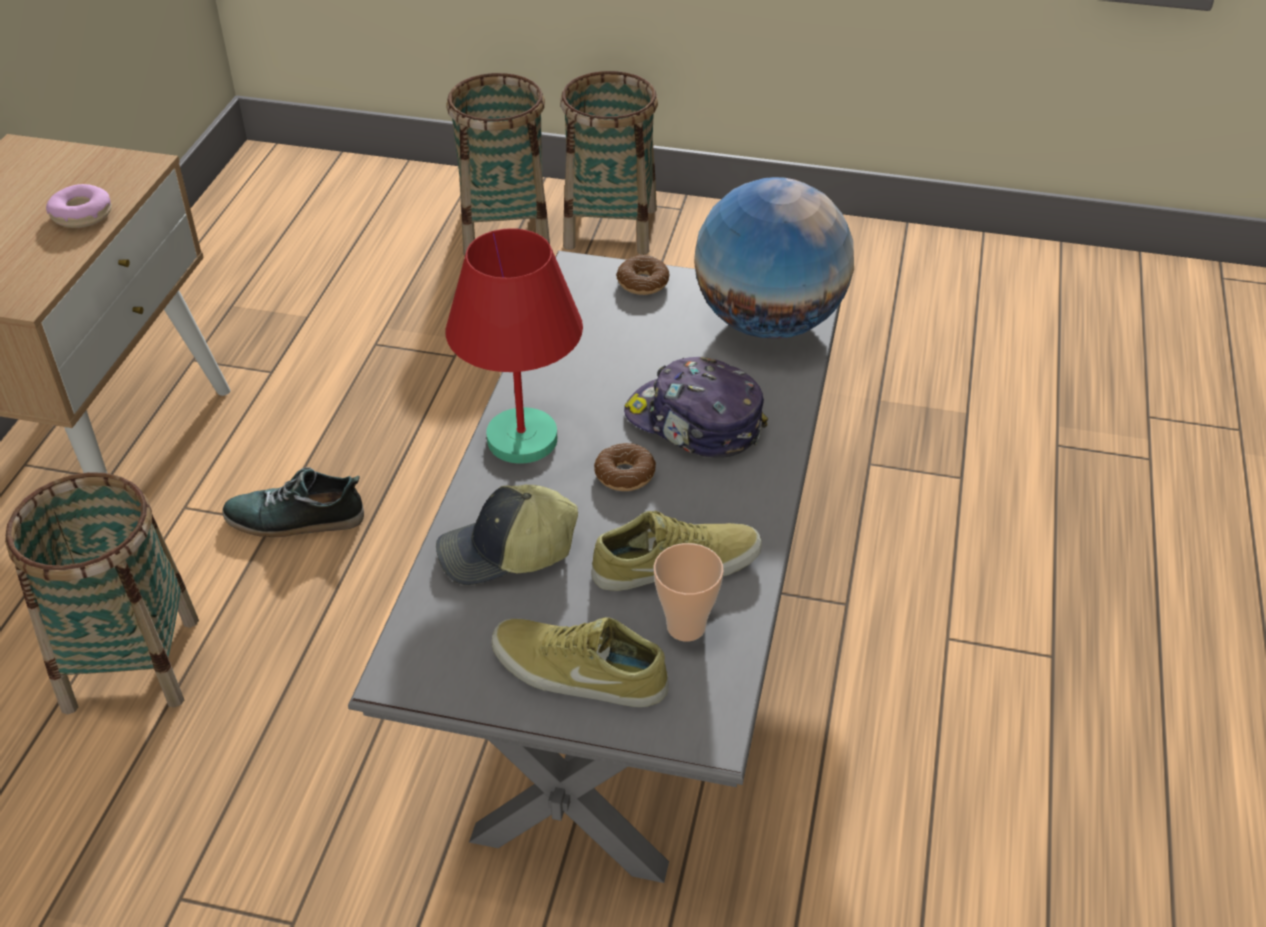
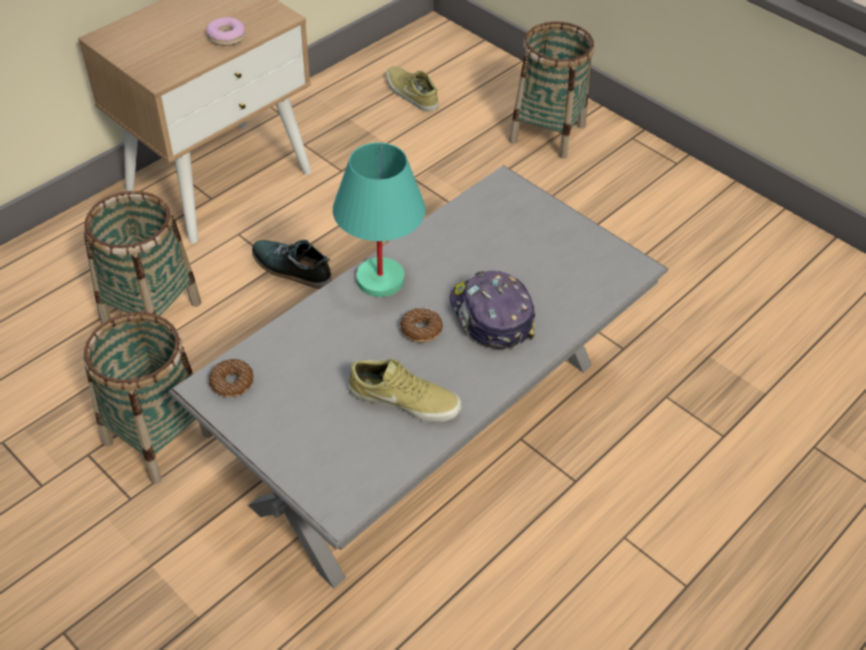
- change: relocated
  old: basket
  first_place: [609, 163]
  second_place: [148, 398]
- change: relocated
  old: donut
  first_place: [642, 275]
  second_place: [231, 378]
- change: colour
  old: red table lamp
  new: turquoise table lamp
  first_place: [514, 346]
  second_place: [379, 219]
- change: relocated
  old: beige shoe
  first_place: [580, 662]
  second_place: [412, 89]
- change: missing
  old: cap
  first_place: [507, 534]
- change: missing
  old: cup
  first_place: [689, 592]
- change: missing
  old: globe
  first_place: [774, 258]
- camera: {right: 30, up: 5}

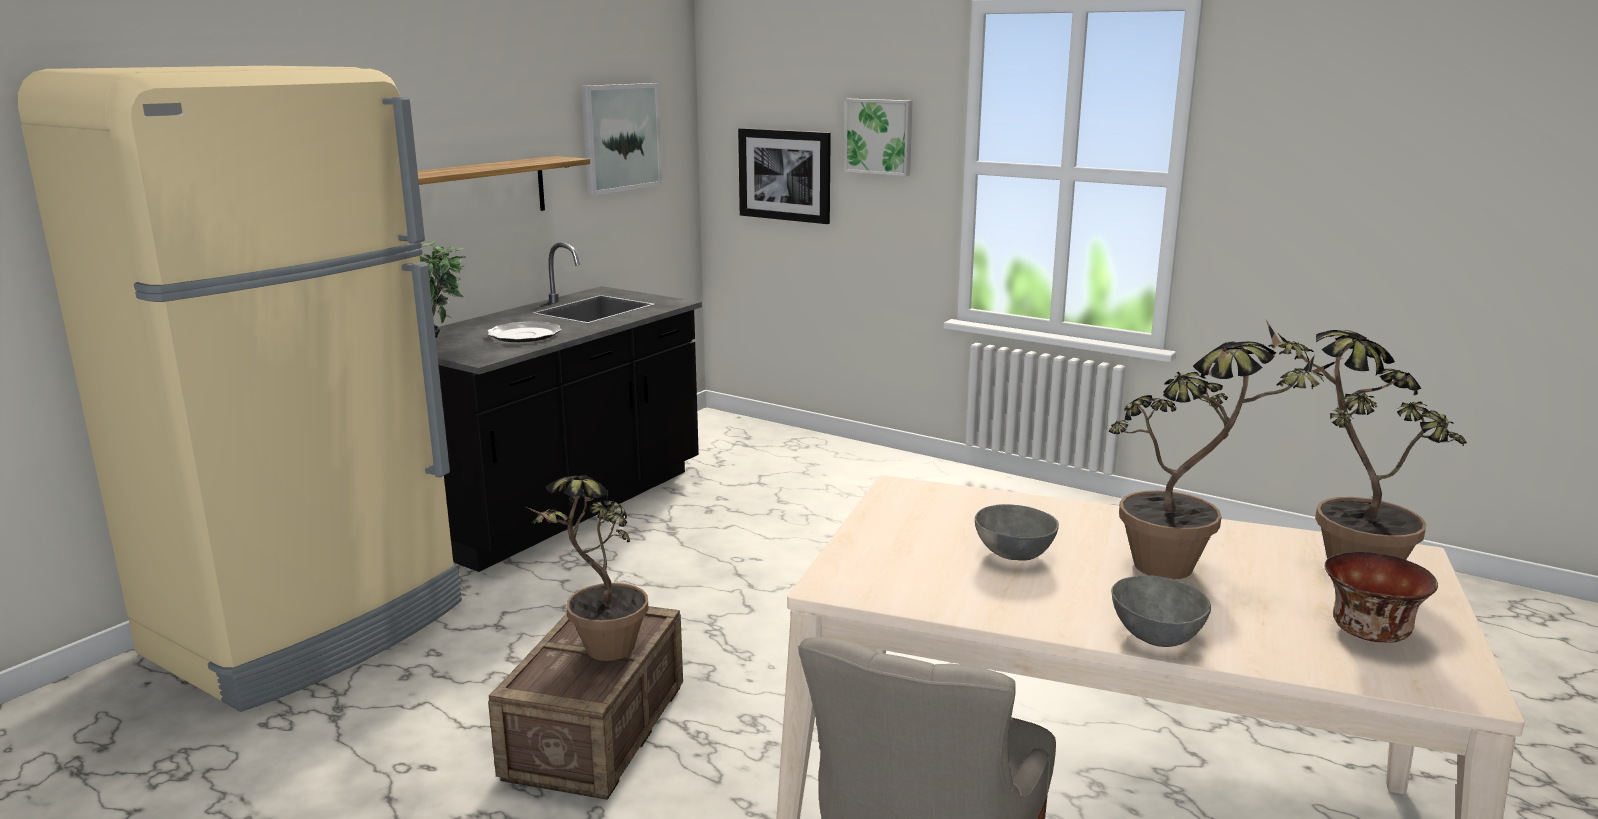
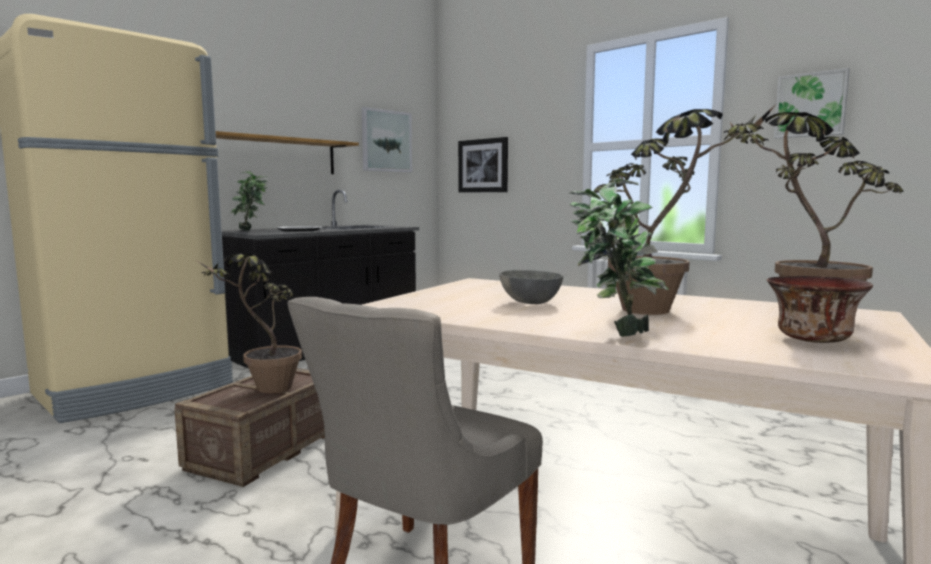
- change: exchanged
  old: grey bowl
  new: potted plant
  first_place: [1161, 611]
  second_place: [618, 257]
- change: relocated
  old: picture
  first_place: [878, 137]
  second_place: [812, 103]
- camera: {right: 10, up: -10}

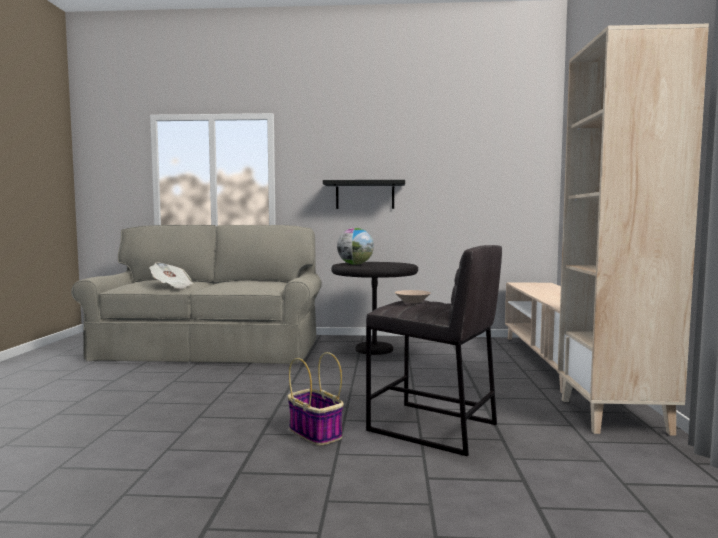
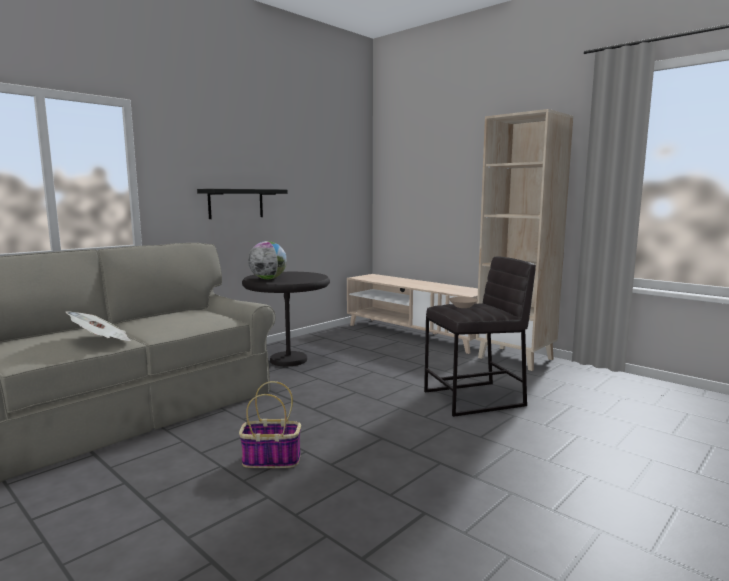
- change: relocated
  old: basket
  first_place: [316, 399]
  second_place: [270, 424]
- camera: {right: -50, up: 5}

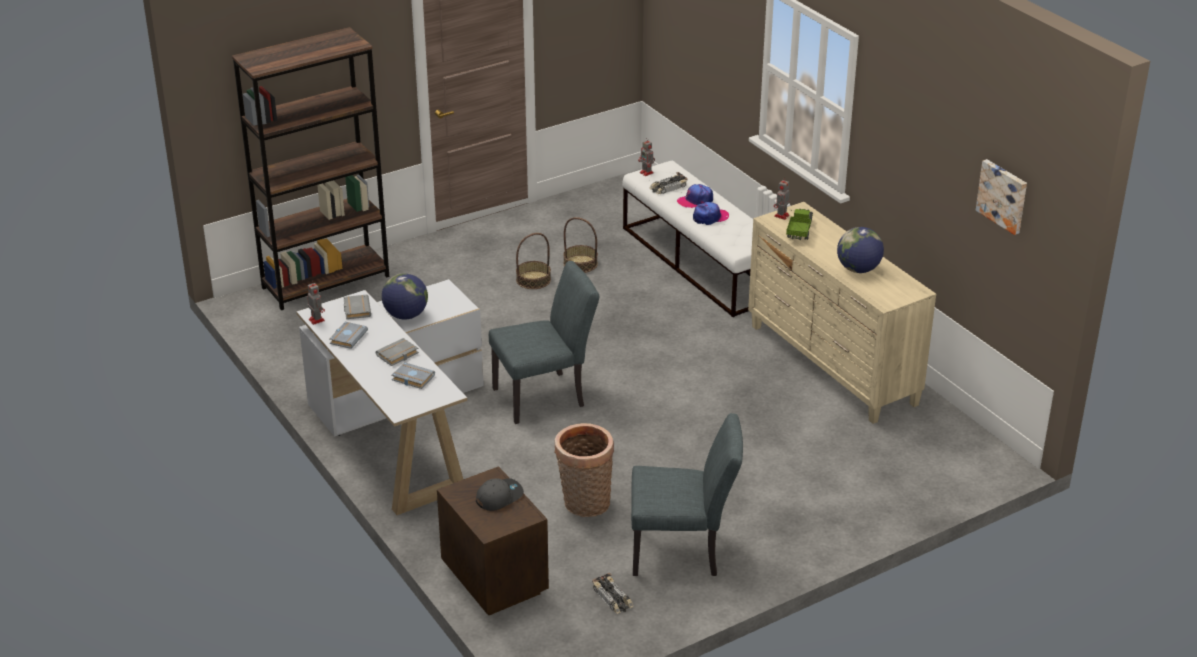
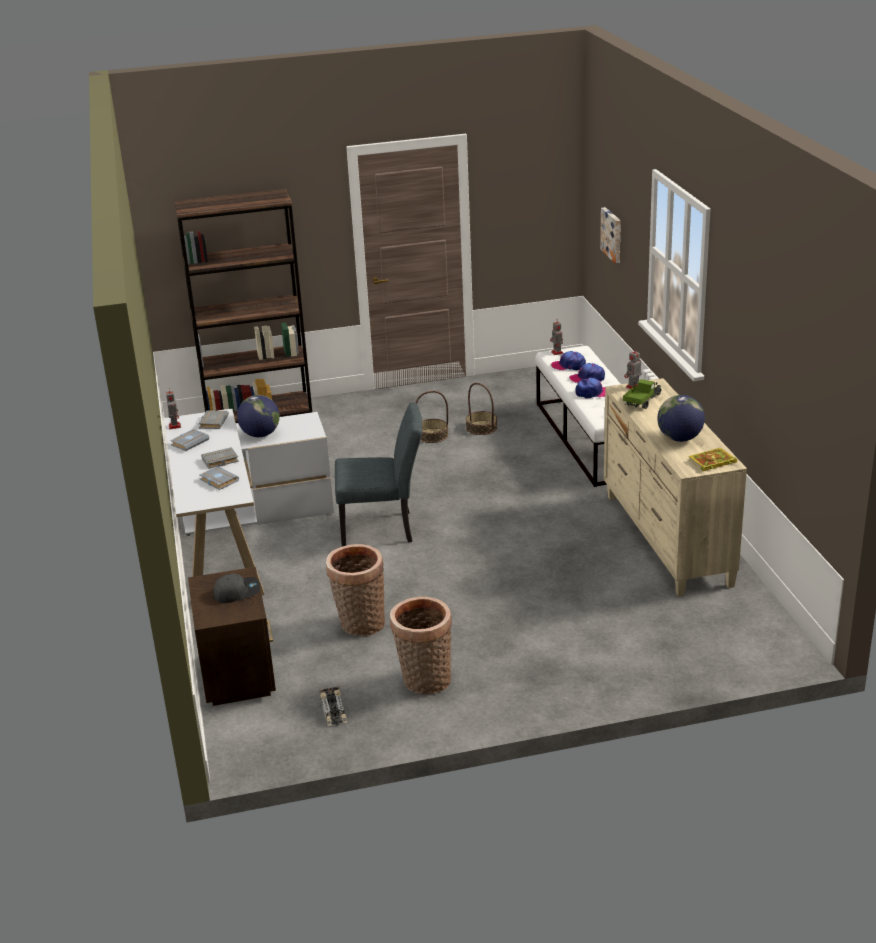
- change: exchanged
  old: grey chair
  new: basket
  first_place: [687, 494]
  second_place: [421, 646]
- change: exchanged
  old: toy car
  new: cap
  first_place: [669, 183]
  second_place: [568, 361]
- change: relocated
  old: picture
  first_place: [1001, 197]
  second_place: [610, 235]
- change: appeared
  new: book
  second_place: [712, 459]
- camera: {right: 20, up: -5}

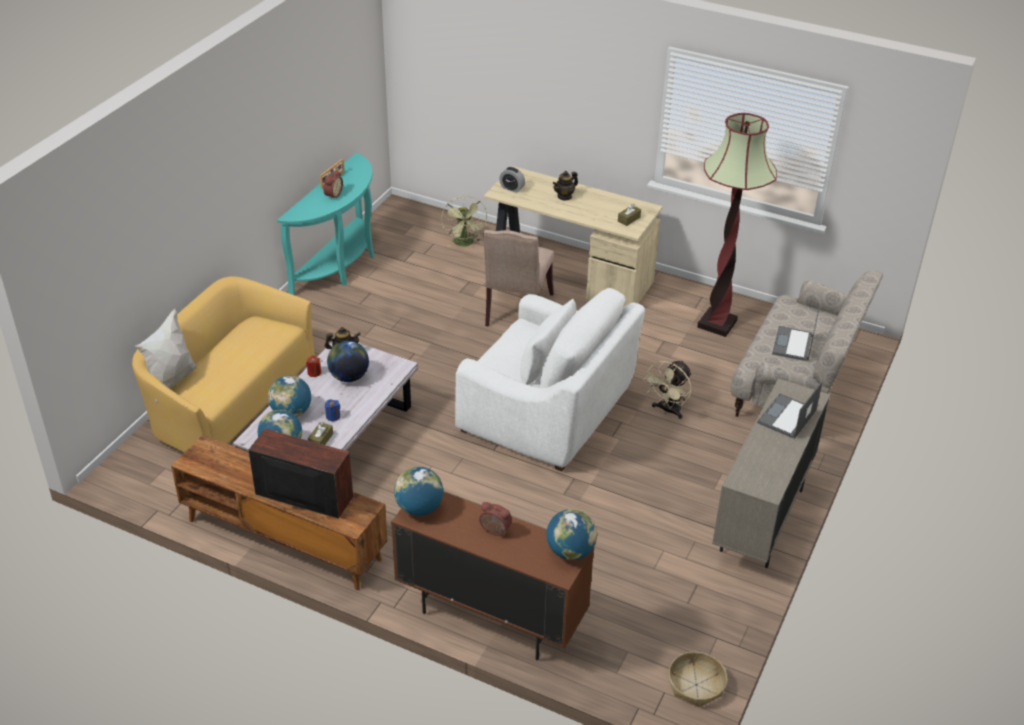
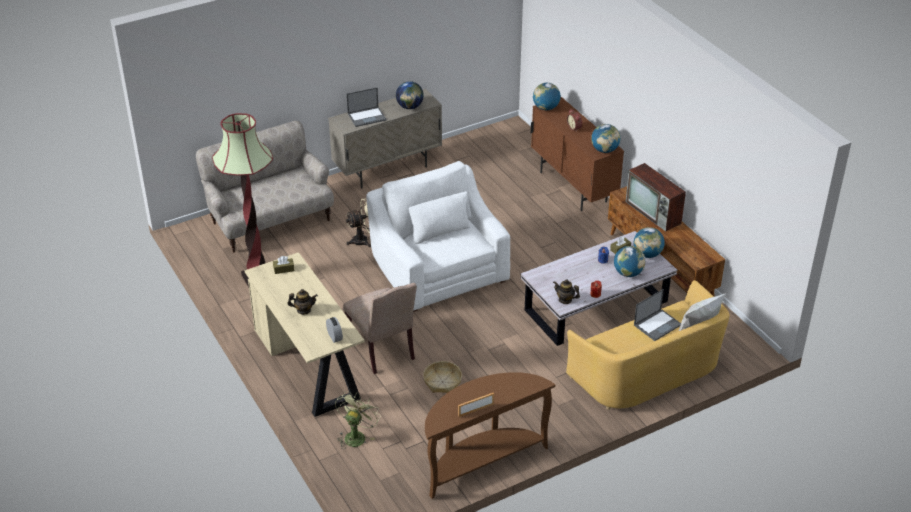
- change: spun
  old: beige chair
  first_place: [518, 278]
  second_place: [380, 328]
  degrees: 105
- change: relocated
  old: globe
  first_place: [348, 361]
  second_place: [410, 95]
- change: relocated
  old: basket
  first_place: [698, 679]
  second_place: [442, 377]
- change: colour
  old: turquoise console table
  new: brown console table
  first_place: [325, 224]
  second_place: [490, 435]
- change: relocated
  old: laptop
  first_place: [796, 334]
  second_place: [657, 315]
- change: missing
  old: alarm clock
  first_place: [333, 184]
- camera: {right: -145, up: 0}

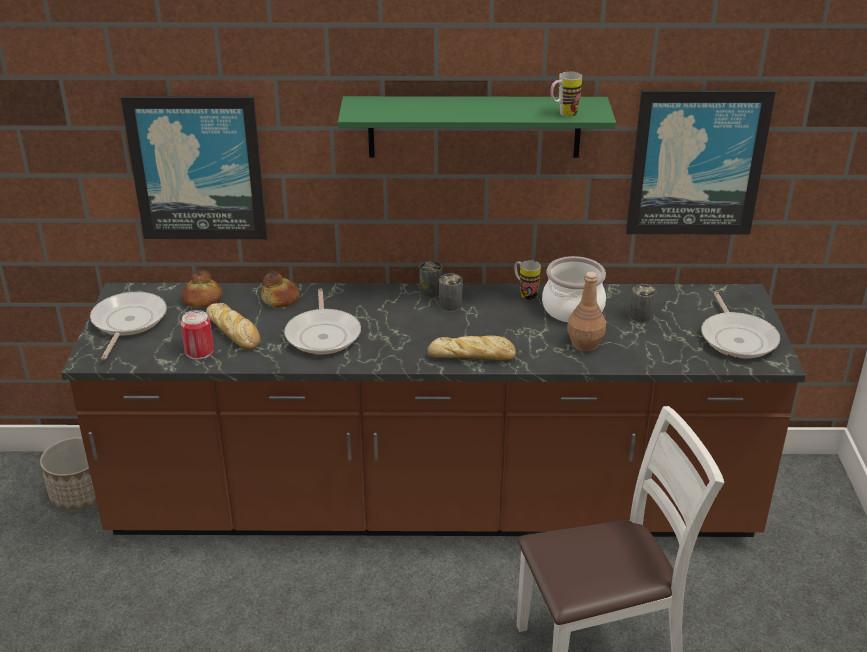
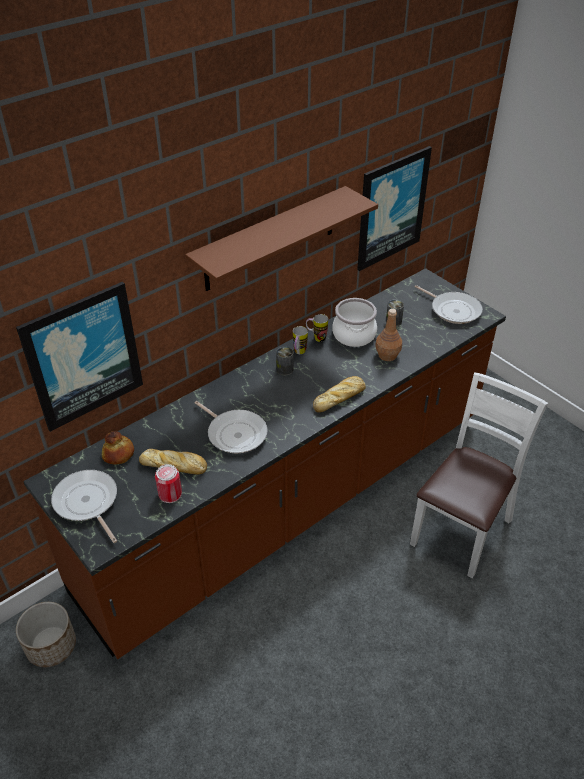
- change: colour
  old: green shelf
  new: brown shelf
  first_place: [477, 127]
  second_place: [281, 238]
- change: relocated
  old: mug
  first_place: [566, 94]
  second_place: [300, 340]
- change: missing
  old: bread
  first_place: [280, 289]
- change: missing
  old: can
  first_place: [430, 280]
- camera: {right: -40, up: 10}

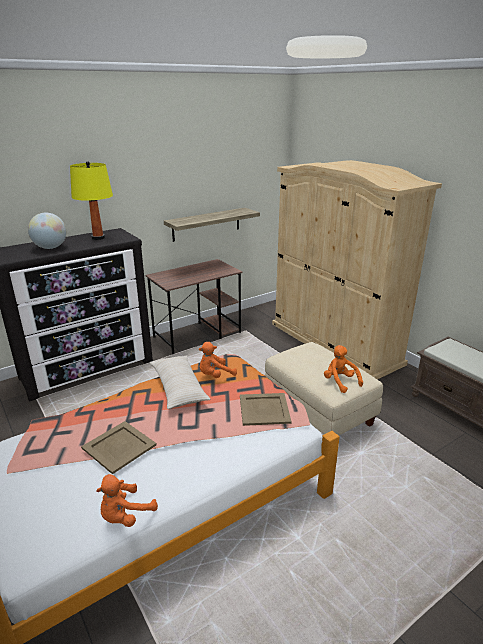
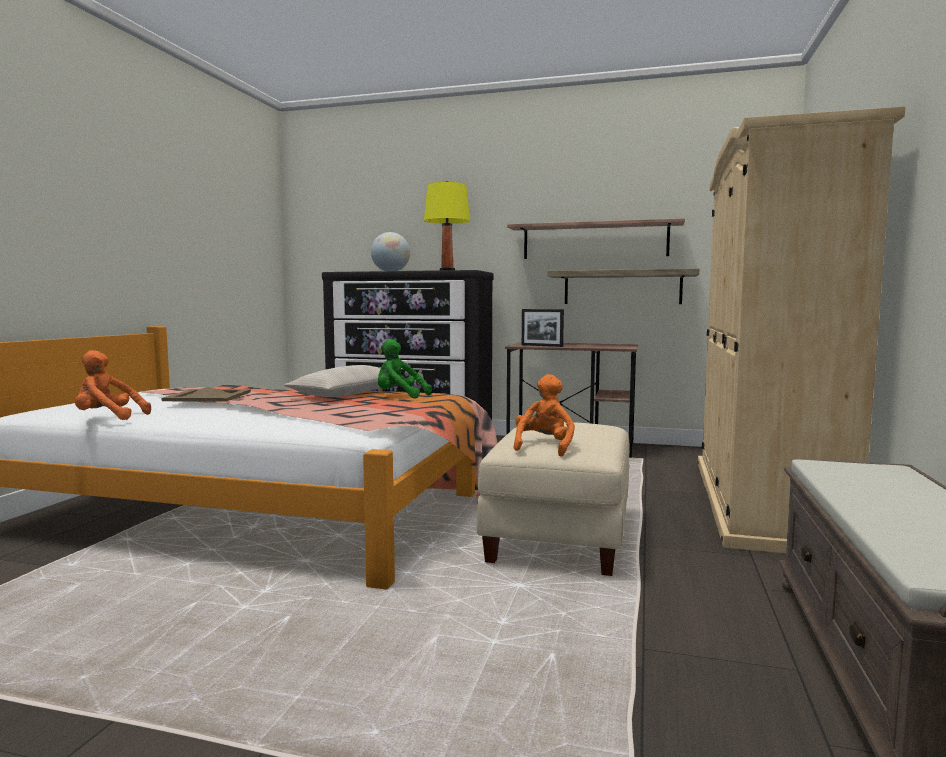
- change: colour
  old: orange plush toy
  new: green plush toy
  first_place: [218, 360]
  second_place: [405, 369]
- change: appeared
  new: shelf
  second_place: [596, 238]
- change: appeared
  new: picture frame
  second_place: [543, 328]
- change: missing
  old: beige tray
  first_place: [265, 409]
- camera: {right: 50, up: -20}

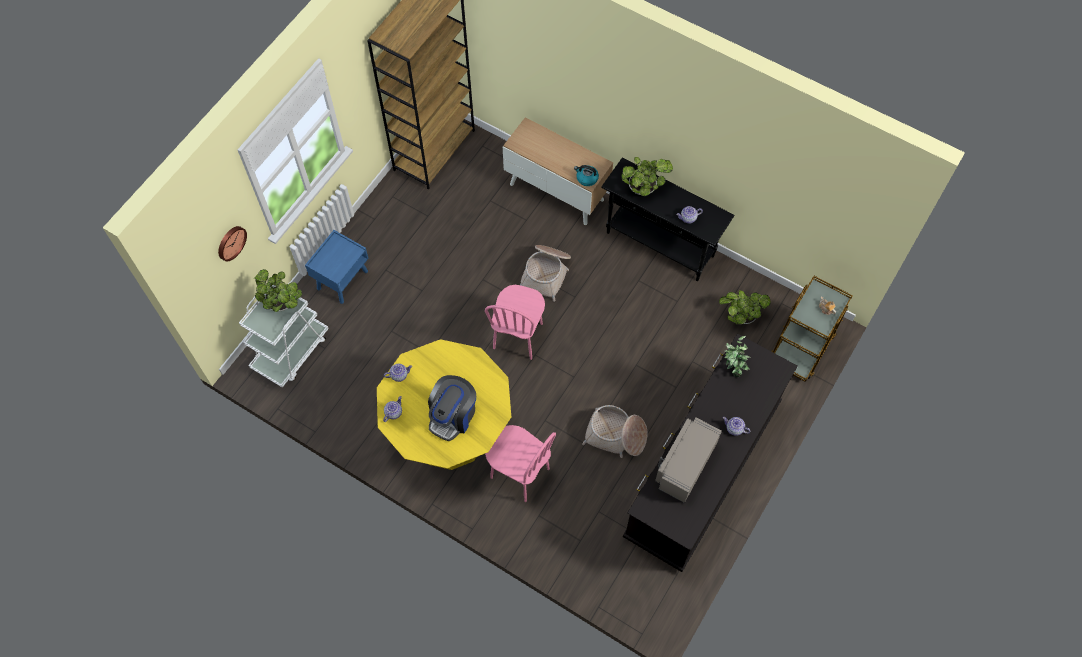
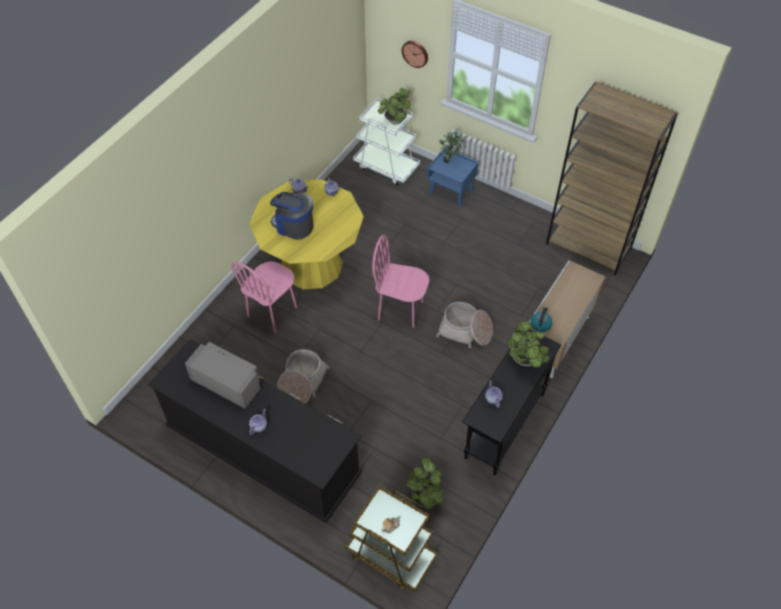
- change: relocated
  old: potted plant
  first_place: [737, 356]
  second_place: [452, 146]
- camera: {right: 90, up: -10}

